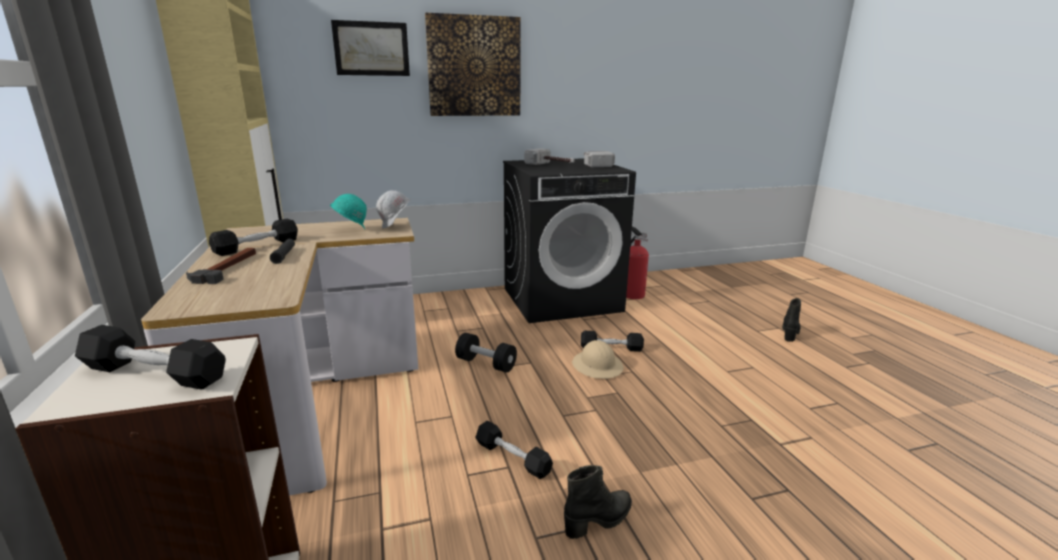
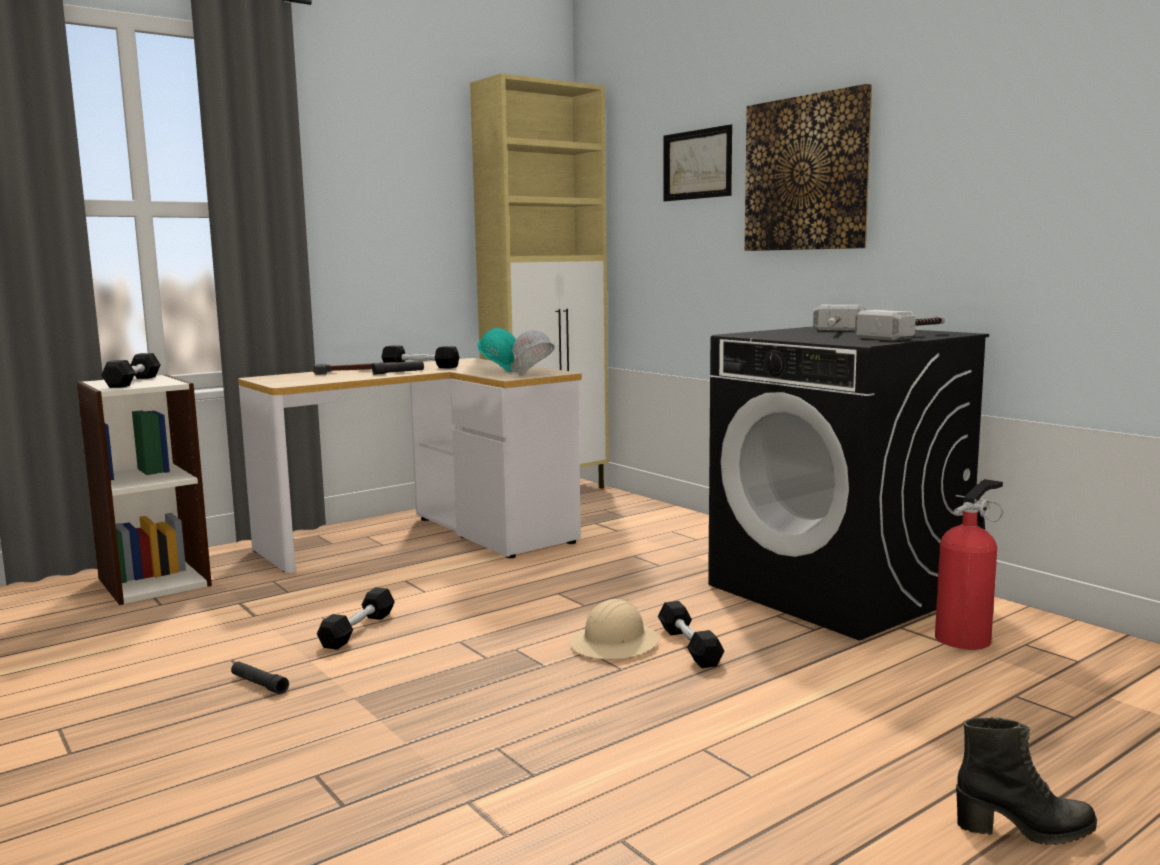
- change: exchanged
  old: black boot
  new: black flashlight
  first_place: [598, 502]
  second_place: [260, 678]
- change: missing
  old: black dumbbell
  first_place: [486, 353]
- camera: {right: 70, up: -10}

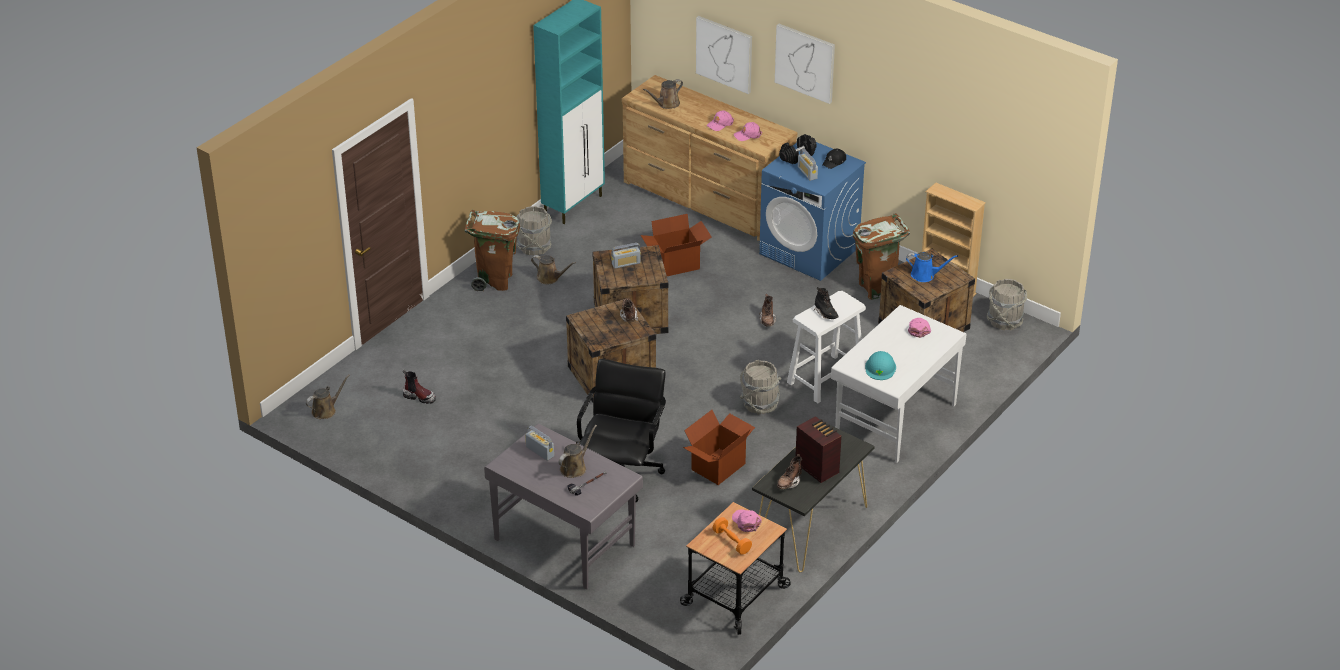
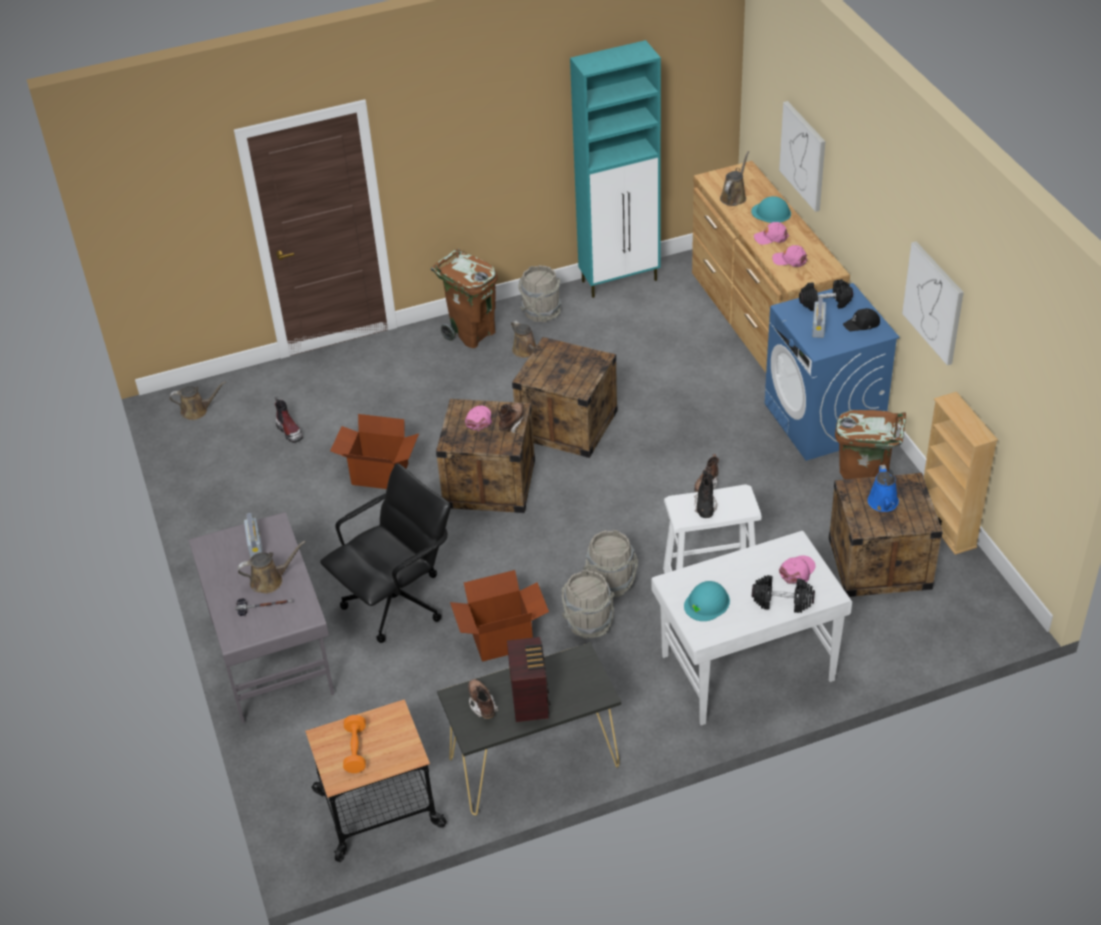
- change: relocated
  old: cardboard box
  first_place: [676, 245]
  second_place: [374, 451]
- change: relocated
  old: pink cap
  first_place: [747, 520]
  second_place: [478, 418]
- change: spun
  old: brown boot
  first_place: [789, 471]
  second_place: [483, 699]
  degrees: 90
- change: relocated
  old: grey bucket
  first_place: [1007, 305]
  second_place: [588, 604]
- change: spun
  old: brown watering can
  first_place: [663, 94]
  second_place: [734, 178]
  degrees: 120
- change: appeared
  new: turquoise hard hat
  second_place: [771, 209]
- change: appeared
  new: black dumbbell
  second_place: [783, 594]
- change: spun
  old: blue watering can
  first_place: [932, 267]
  second_place: [883, 488]
  degrees: 45
- change: relocated
  old: picture
  first_place: [805, 64]
  second_place: [933, 303]
- change: missing
  old: radio
  first_place: [626, 256]
- camera: {right: 35, up: 5}

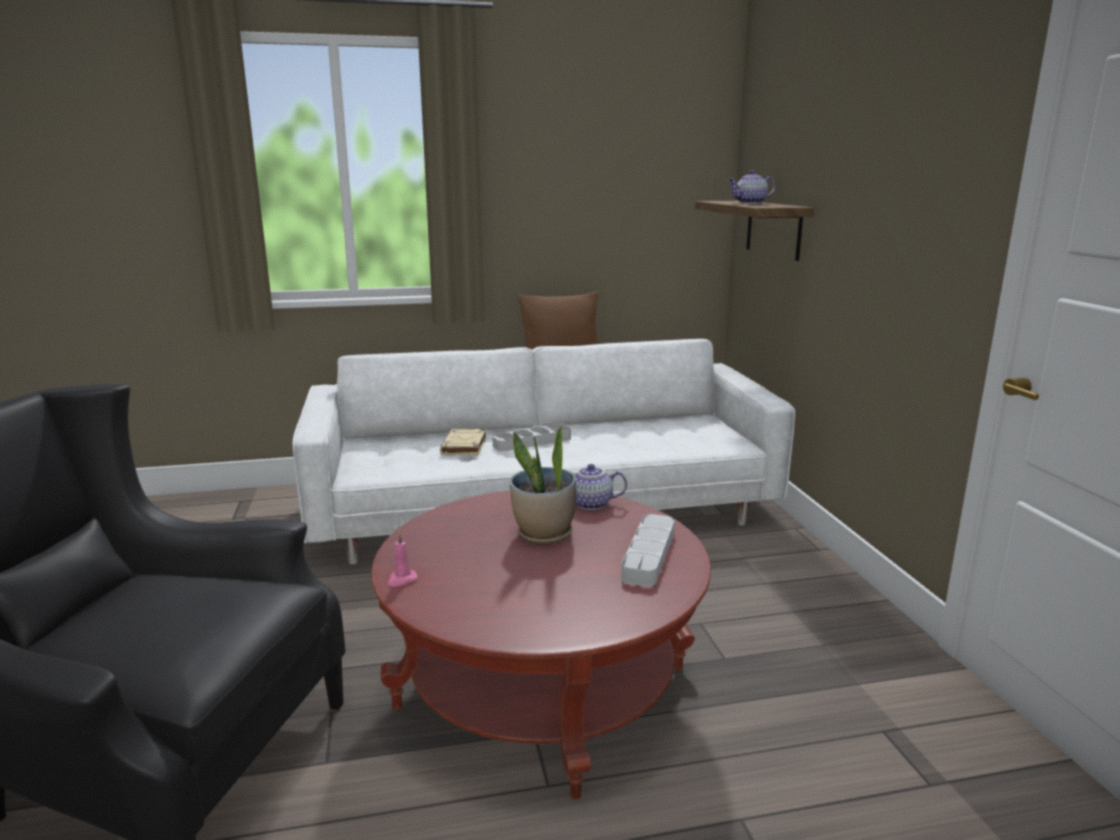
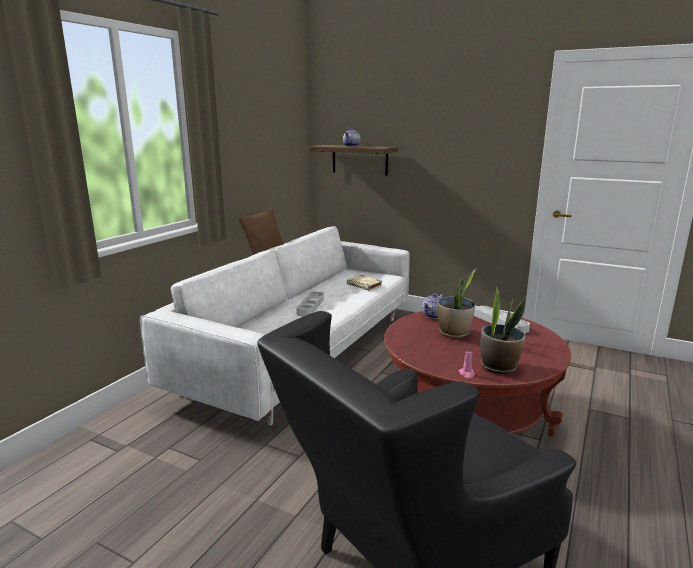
- change: relocated
  old: beige book
  first_place: [463, 442]
  second_place: [365, 283]
- change: appeared
  new: potted plant
  second_place: [503, 330]
- camera: {right: -50, up: 0}

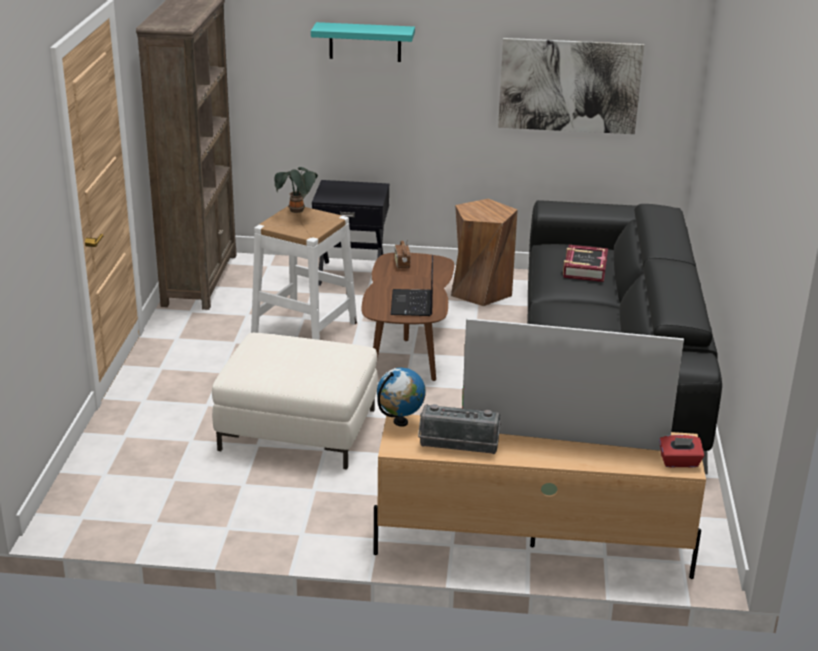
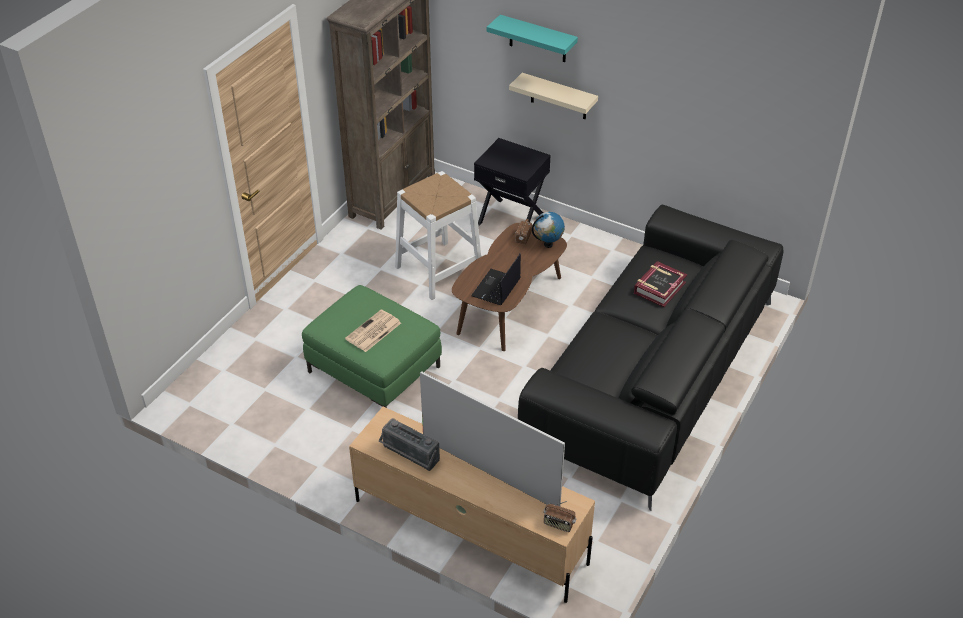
- change: colour
  old: white ottoman
  new: green ottoman
  first_place: [295, 401]
  second_place: [372, 346]
- change: appeared
  new: newspaper
  second_place: [373, 331]
- change: appeared
  new: beige shelf
  second_place: [553, 96]
- change: relocated
  old: globe
  first_place: [401, 397]
  second_place: [548, 230]
- change: exchanged
  old: red tissue box
  new: radio
  first_place: [681, 451]
  second_place: [559, 516]
- change: missing
  old: potted plant
  first_place: [296, 190]
- change: missing
  old: brown stool
  first_place: [484, 252]
- change: missing
  old: picture
  first_place: [571, 86]
- camera: {right: 25, up: 15}

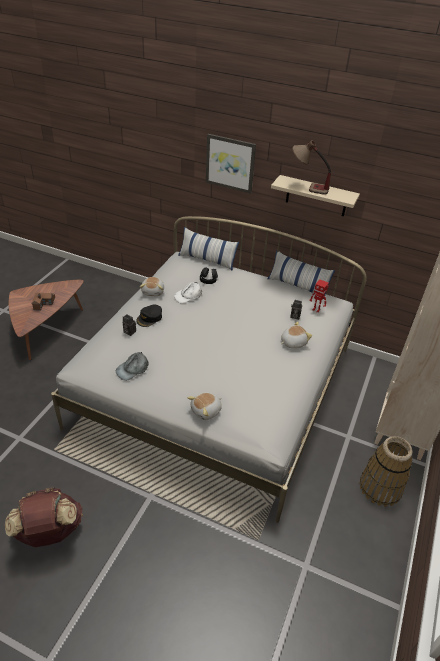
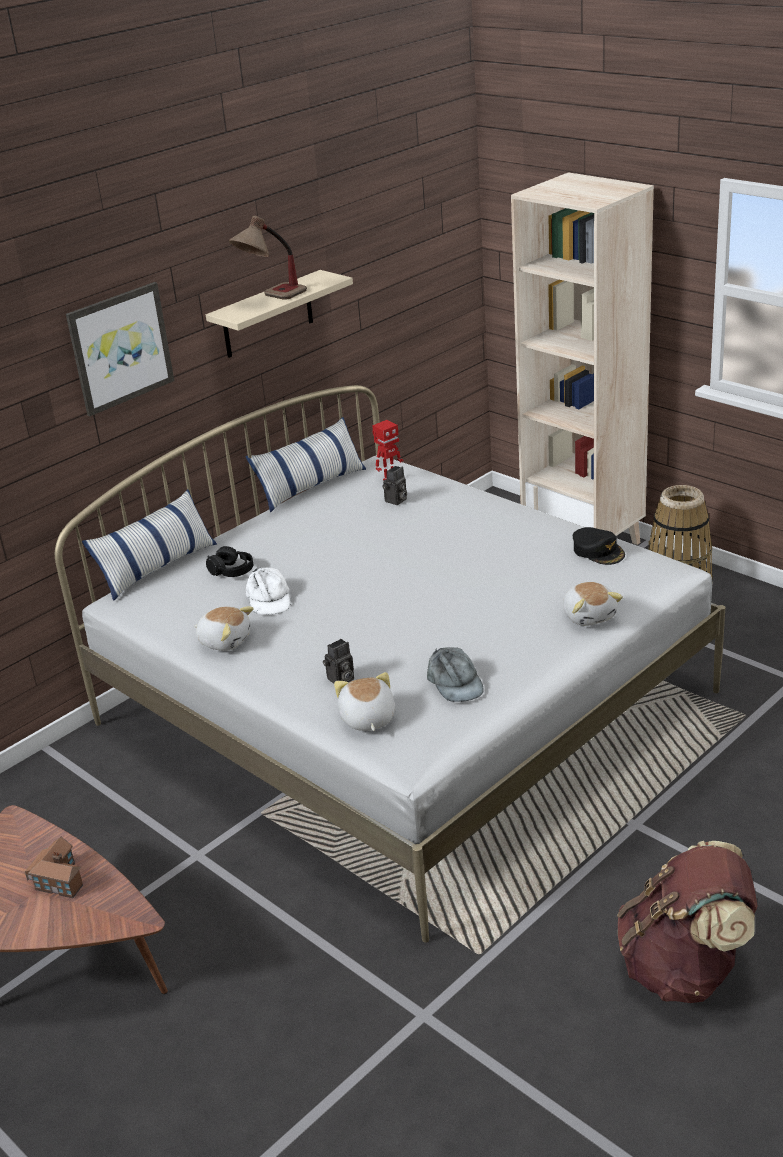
- change: relocated
  old: plush toy
  first_place: [296, 335]
  second_place: [364, 701]
- change: relocated
  old: black cap
  first_place: [149, 316]
  second_place: [599, 546]
- camera: {right: -65, up: -10}

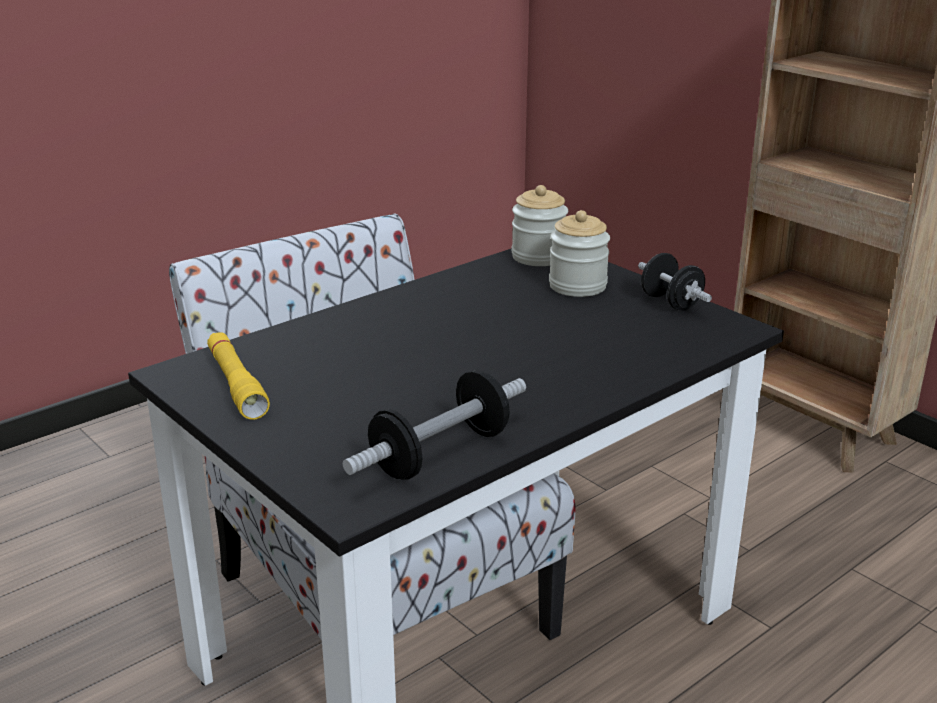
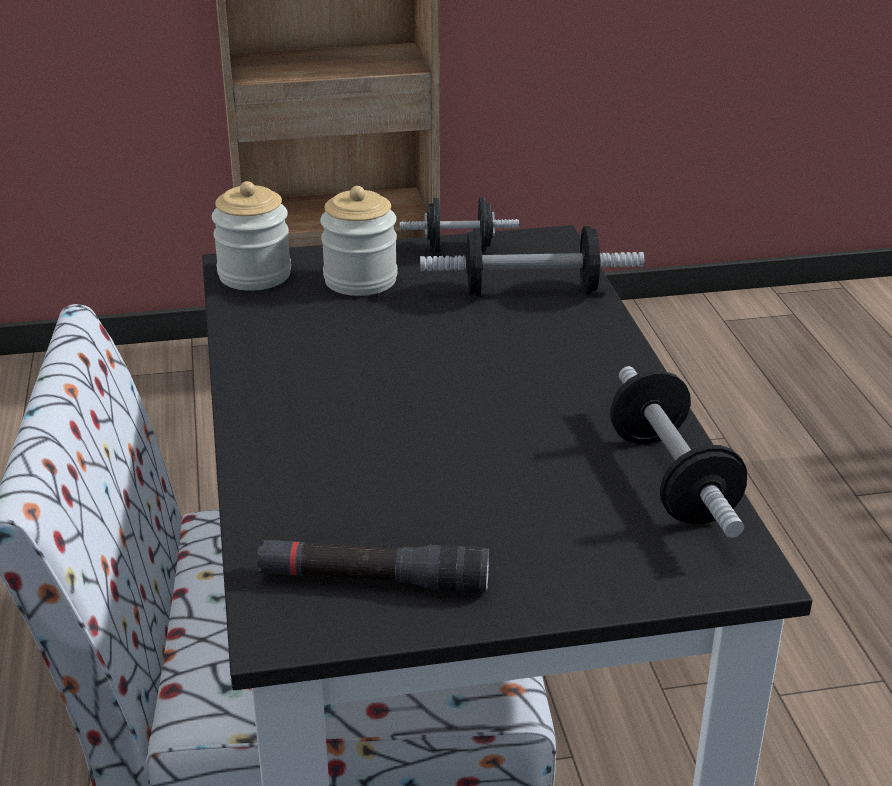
- change: colour
  old: yellow flashlight
  new: black flashlight
  first_place: [238, 376]
  second_place: [373, 566]
- change: appeared
  new: dumbbell
  second_place: [532, 261]
- camera: {right: -60, up: 5}

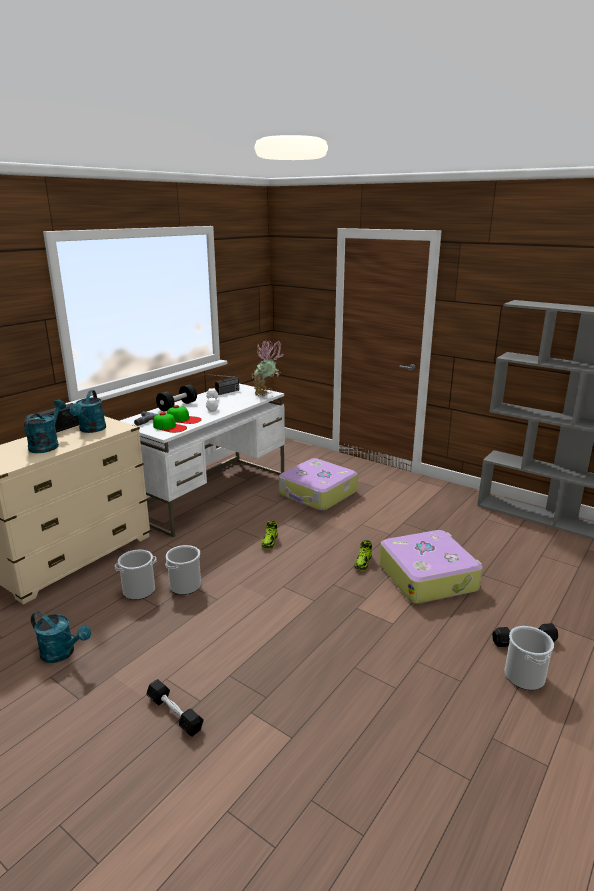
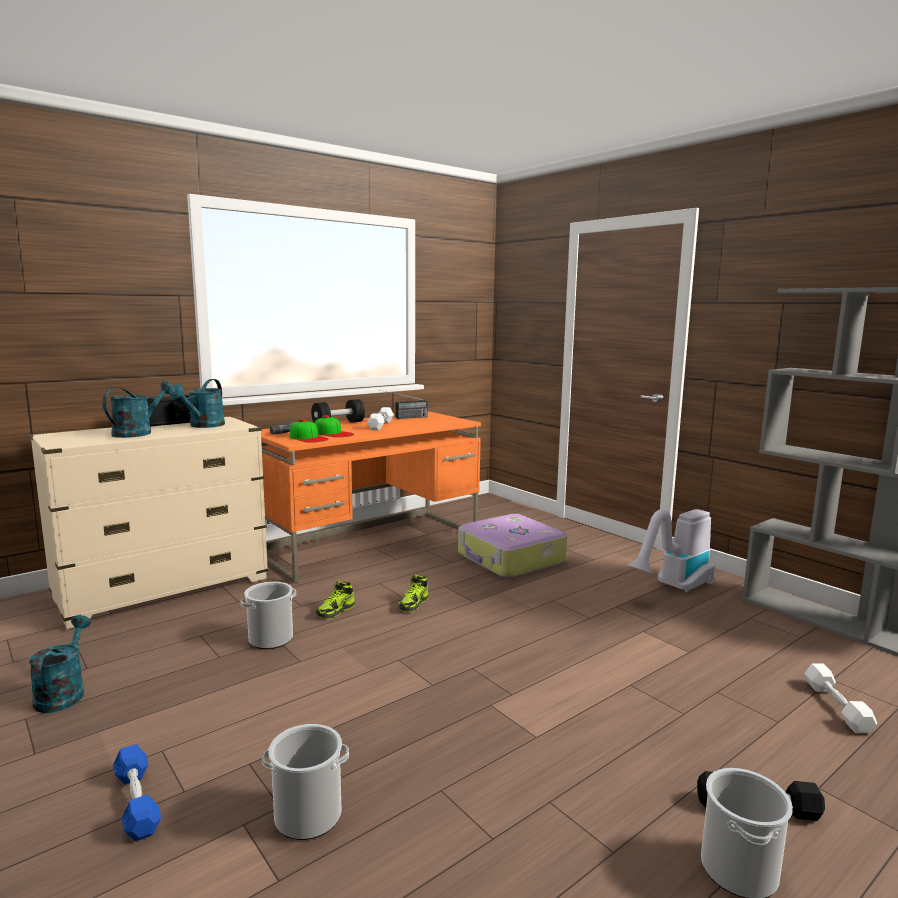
- change: spun
  old: turquoise watering can
  first_place: [61, 637]
  second_place: [60, 664]
  degrees: -135
- change: colour
  old: black dumbbell
  new: blue dumbbell
  first_place: [175, 708]
  second_place: [137, 792]
- change: colour
  old: white desk
  new: orange desk
  first_place: [202, 460]
  second_place: [371, 497]
- change: relocated
  old: bucket
  first_place: [136, 575]
  second_place: [305, 782]
- change: relocated
  old: shoe
  first_place: [363, 555]
  second_place: [335, 599]
- change: appeared
  new: vacuum cleaner
  second_place: [671, 551]
- change: appeared
  new: white dumbbell
  second_place: [840, 698]
- change: missing
  old: potted plant
  first_place: [267, 368]
- change: missing
  old: suitcase
  first_place: [430, 567]
- camera: {right: 15, up: -10}

